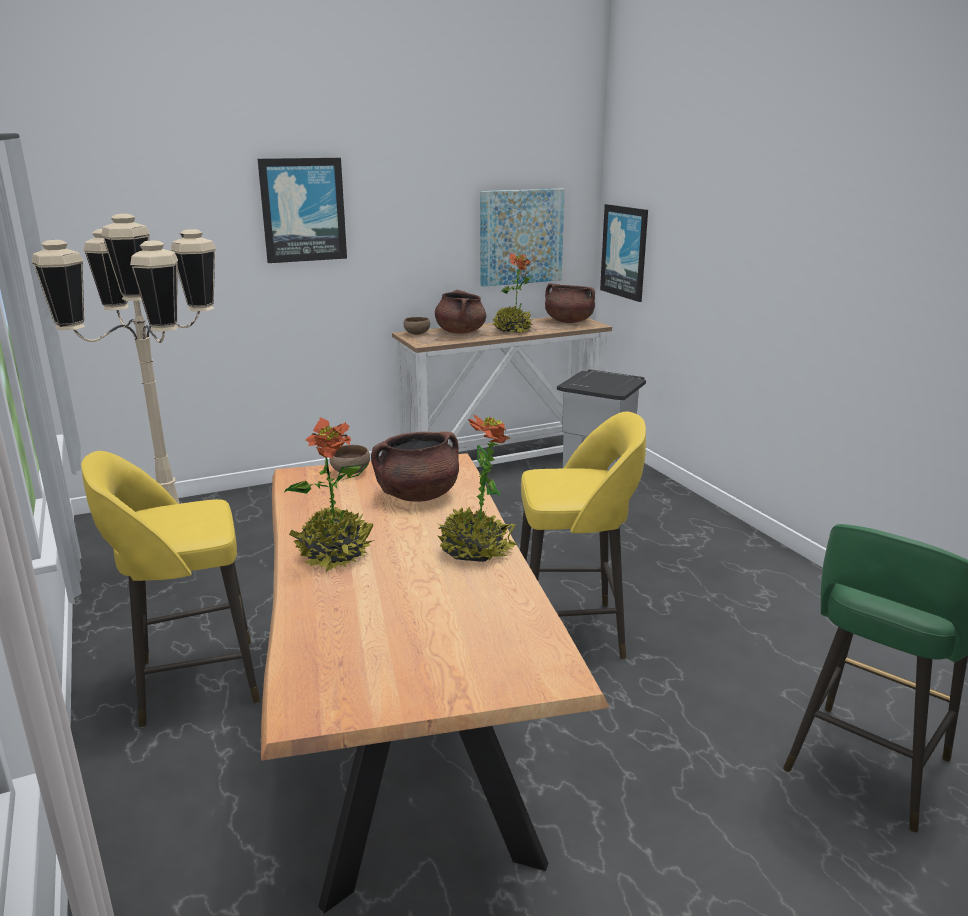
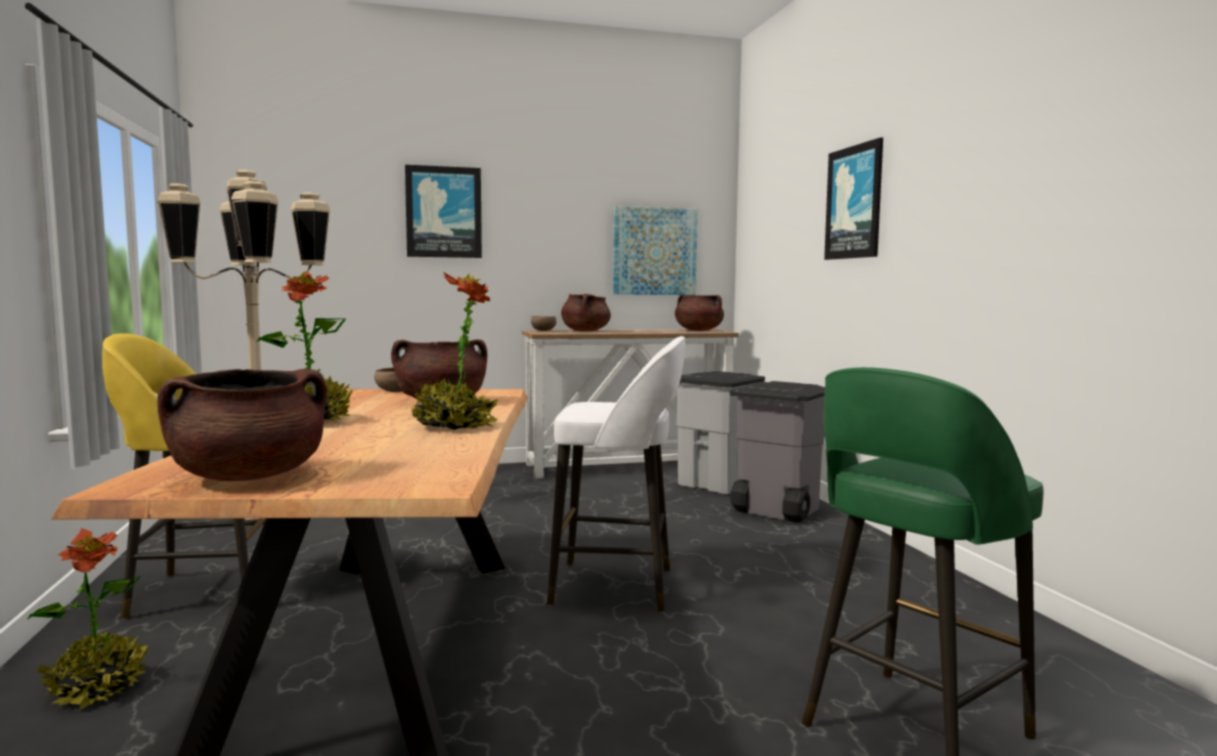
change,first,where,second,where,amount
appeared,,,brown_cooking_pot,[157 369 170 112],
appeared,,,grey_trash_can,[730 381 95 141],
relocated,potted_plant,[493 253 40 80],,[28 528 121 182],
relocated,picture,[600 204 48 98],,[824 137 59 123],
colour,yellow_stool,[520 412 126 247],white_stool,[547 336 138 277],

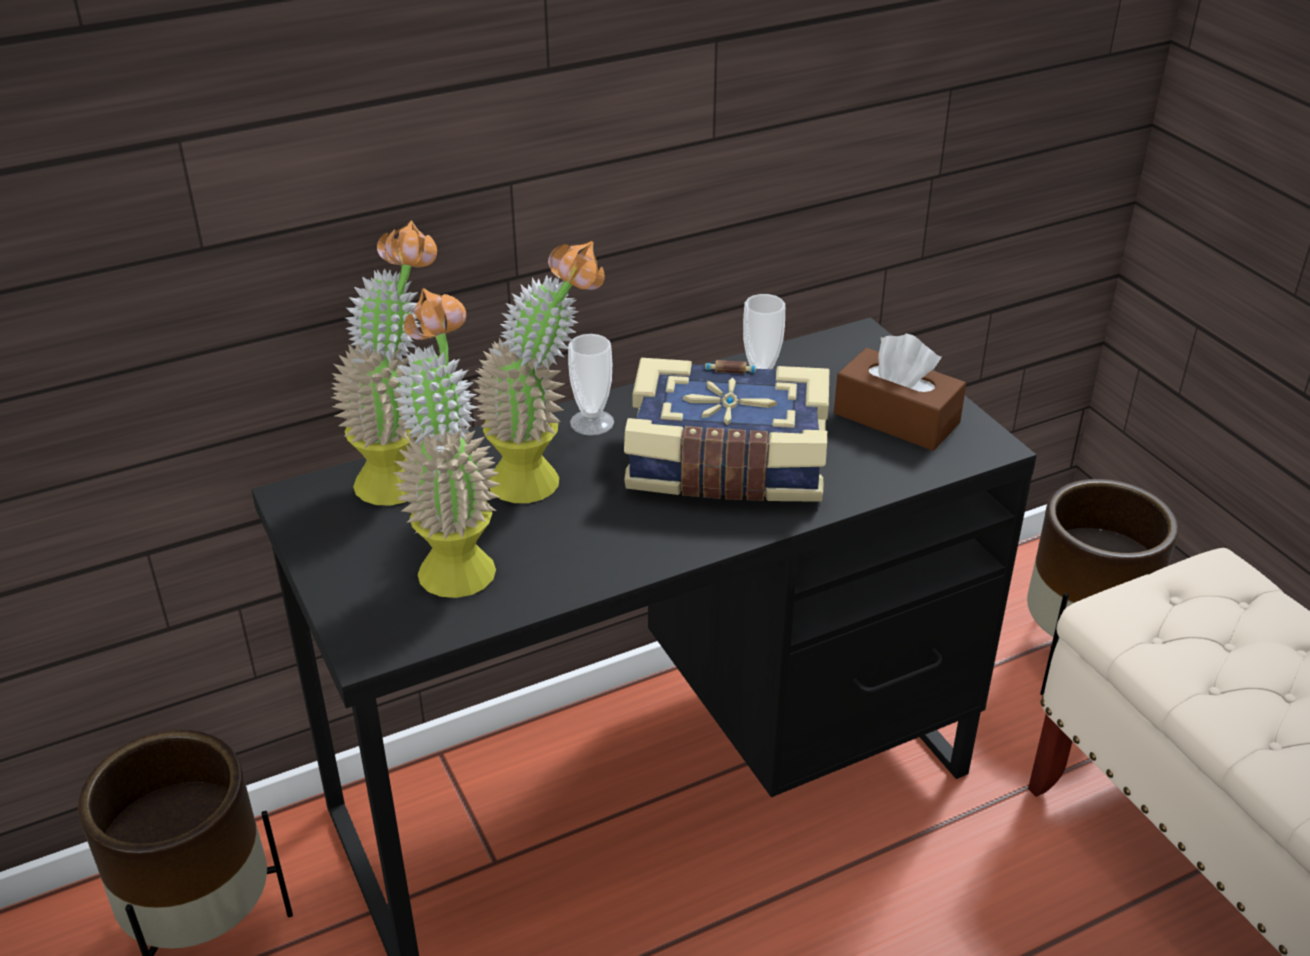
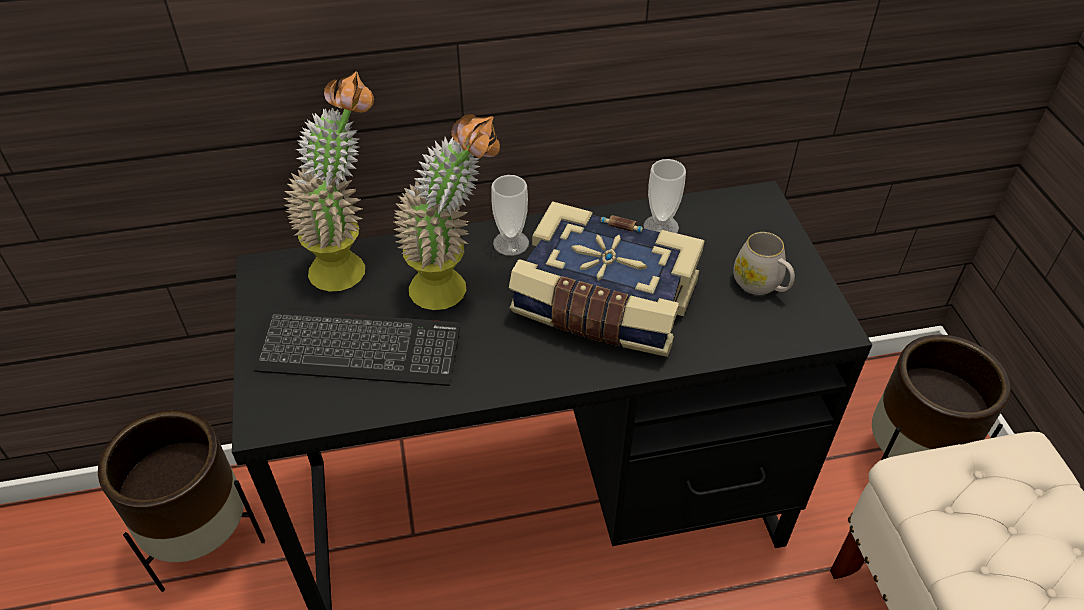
change,first,where,second,where,amount
exchanged,potted_plant,[393 288 108 310],keyboard,[254 310 206 76],
exchanged,brown_tissue_box,[834 333 132 118],white_mug,[733 232 62 63],

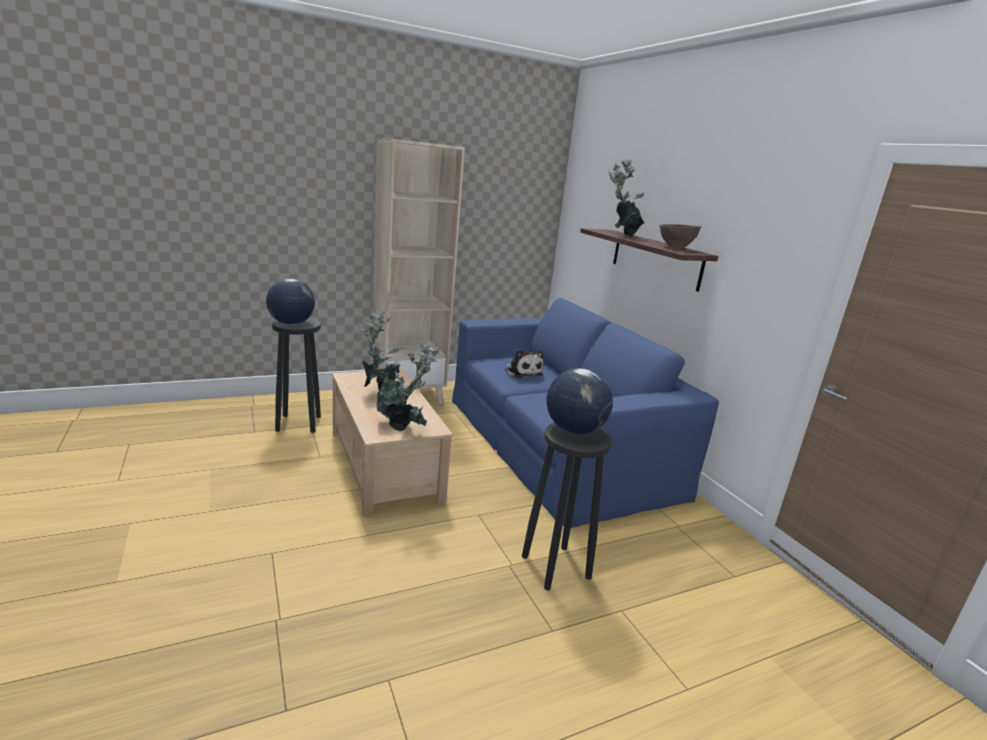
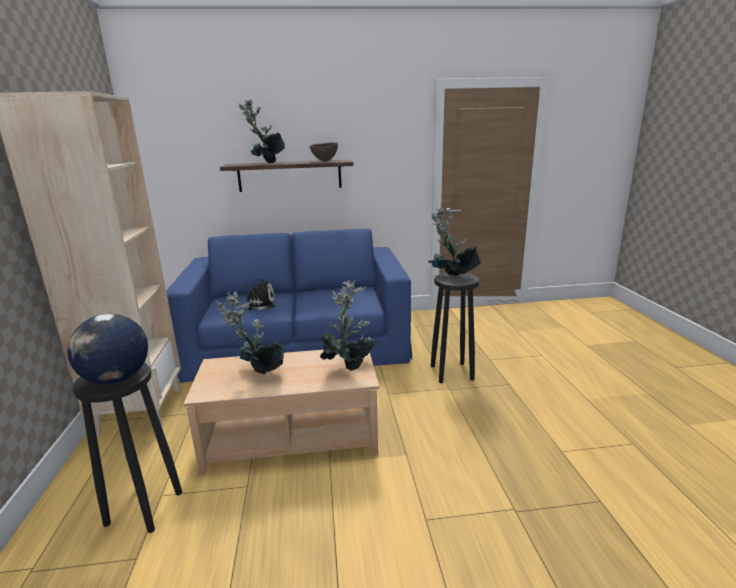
change,first,where,second,where,amount
exchanged,globe,[546 368 67 66],potted_plant,[429 206 52 70],

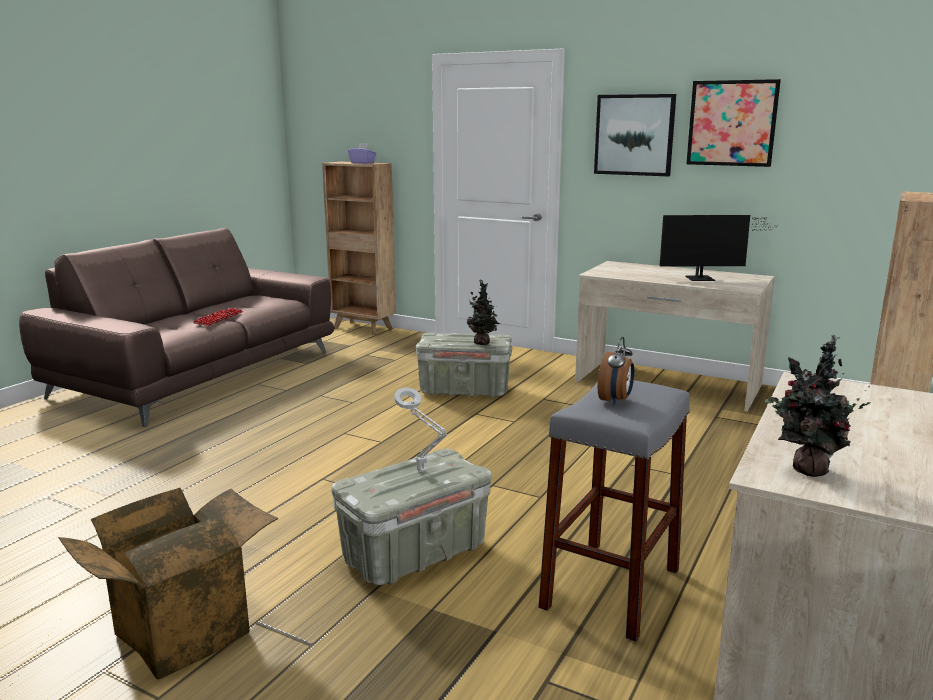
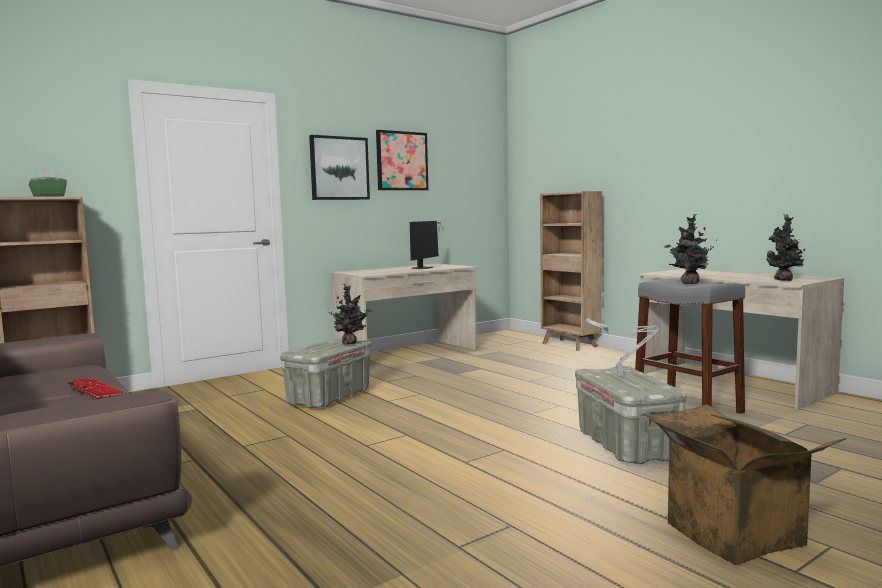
change,first,where,second,where,amount
exchanged,alarm_clock,[598 337 36 68],potted_plant,[664 214 50 70],
colour,purple_tissue_box,[348 143 28 21],green_tissue_box,[29 172 38 25],

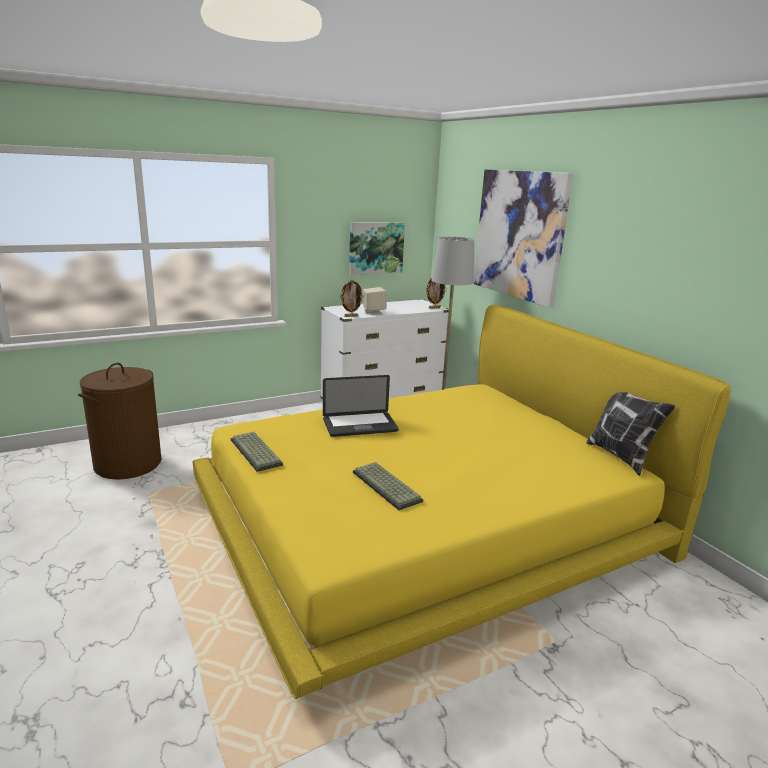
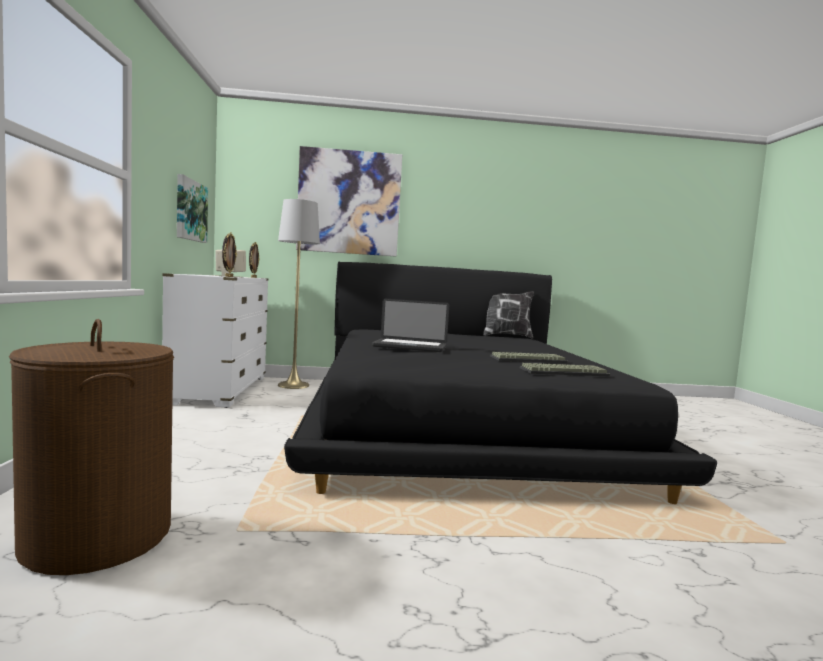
change,first,where,second,where,amount
relocated,keyboard,[231 432 52 40],,[520 363 90 14],
colour,yellow_bed,[193 305 538 394],black_bed,[284 262 433 242],
spun,laptop,[323 375 76 62],,[372 299 77 53],90 degrees clockwise

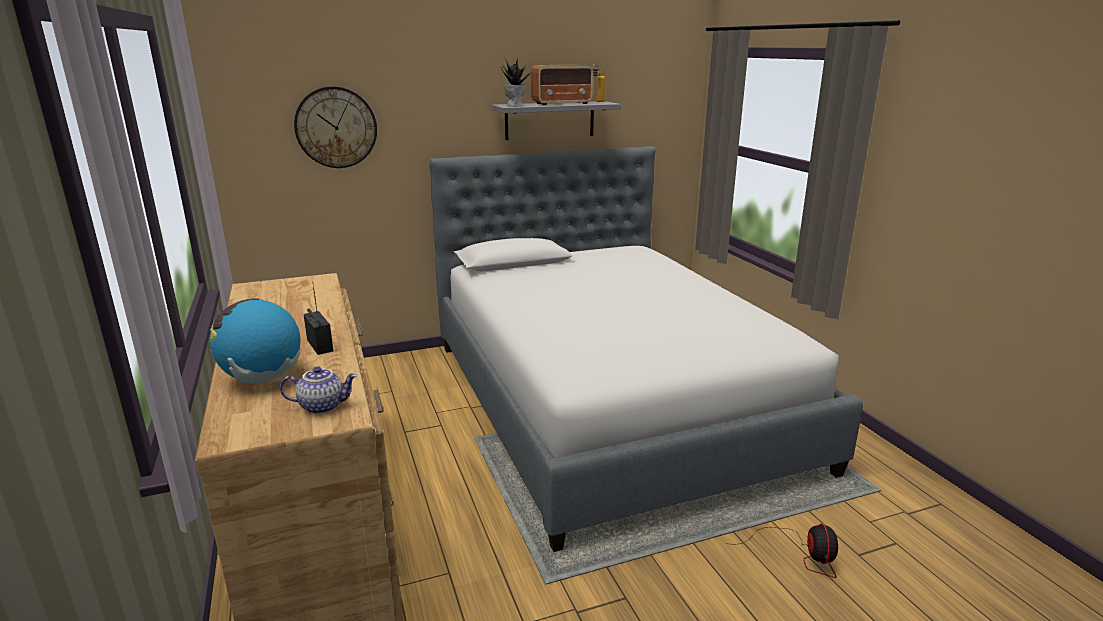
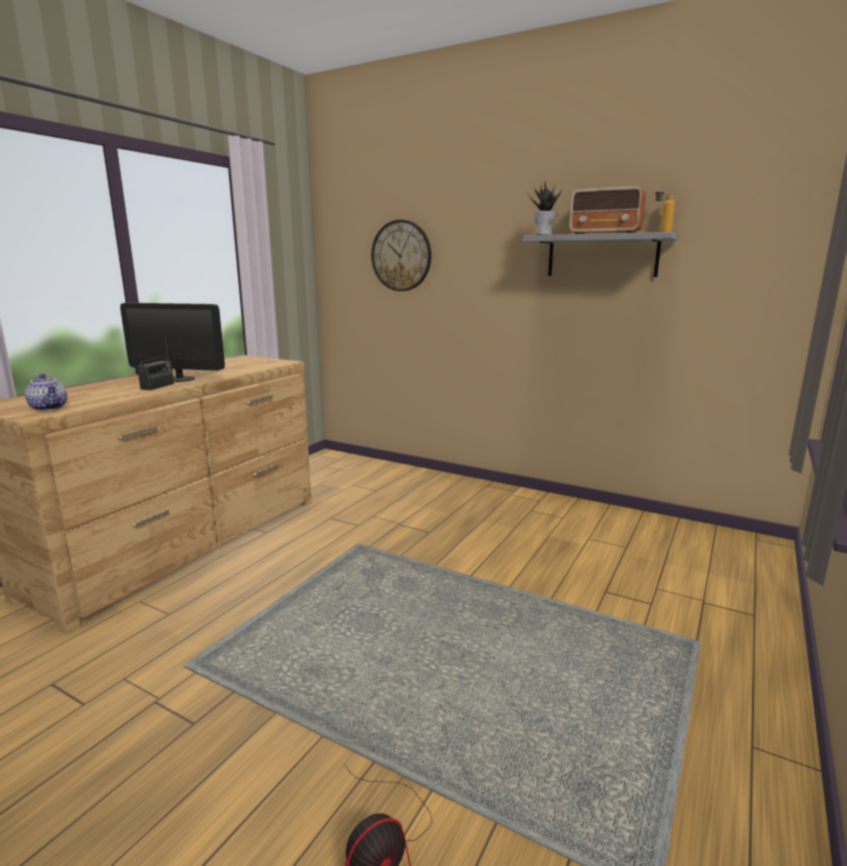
change,first,where,second,where,amount
missing,globe,[210 298 91 85],,,
missing,bed,[429 146 434 406],,,
appeared,,,monitor,[120 303 105 79],

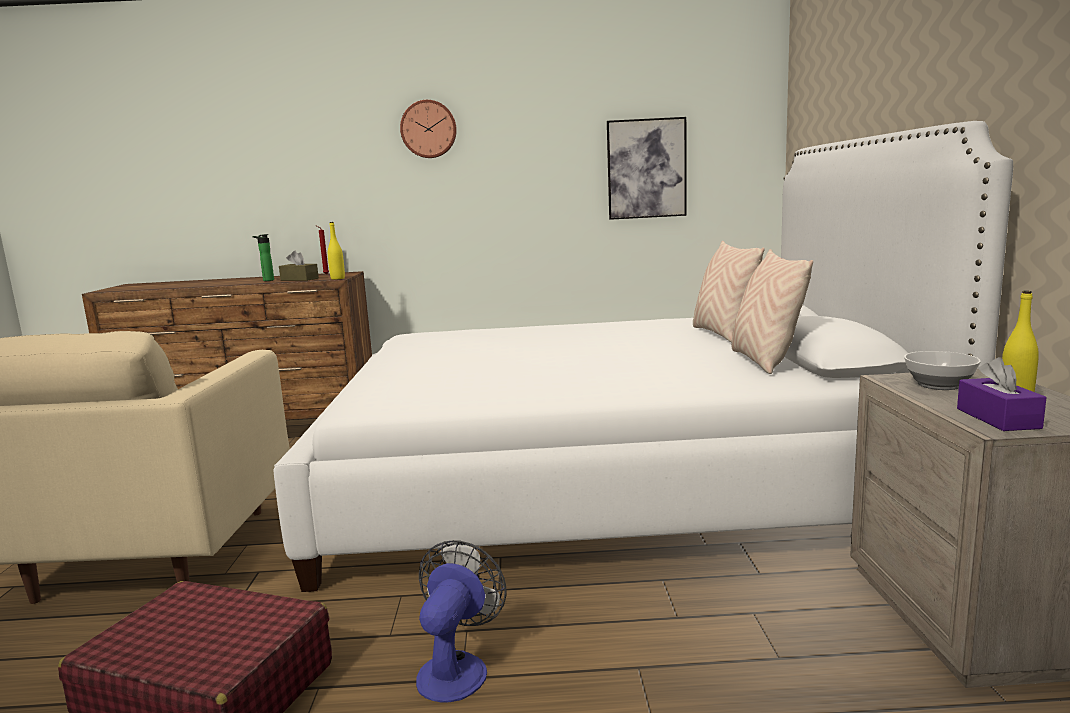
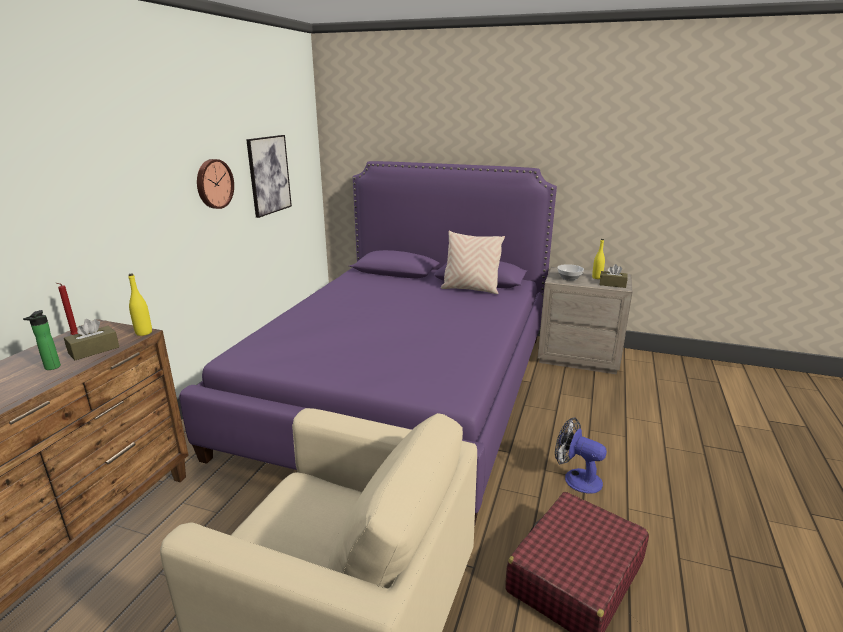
change,first,where,second,where,amount
missing,beige_pillow,[693 241 72 101],,,
relocated,wall_clock,[400 100 57 58],,[197 159 37 50],
colour,white_bed,[273 121 740 471],purple_bed,[179 161 378 366],
colour,purple_tissue_box,[957 357 90 74],brown_tissue_box,[599 264 29 24],

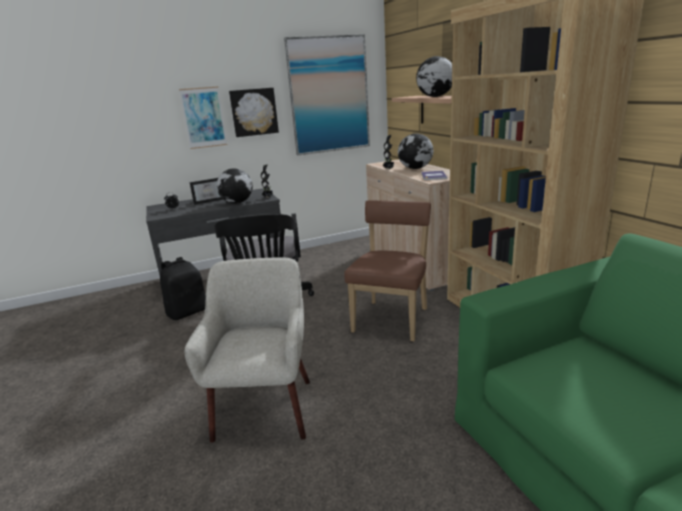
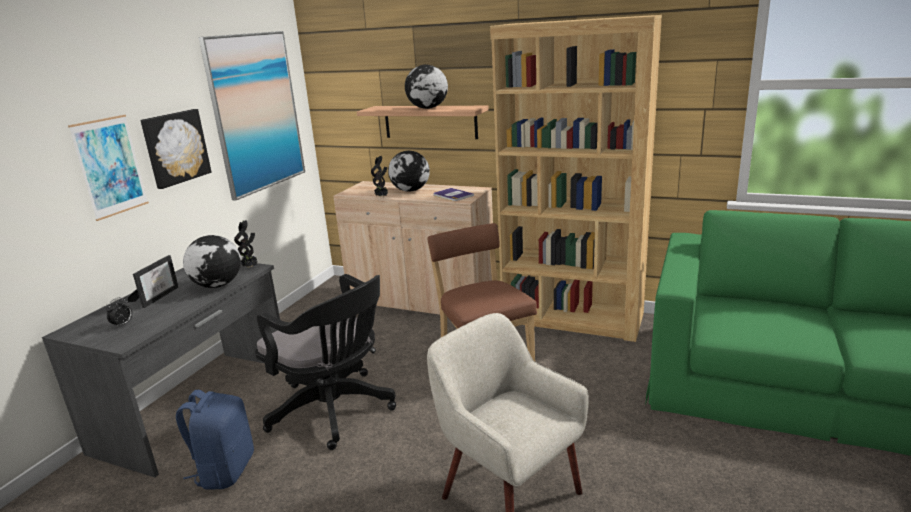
change,first,where,second,where,amount
colour,black_backpack,[160 257 46 63],blue_backpack,[176 390 78 100],

